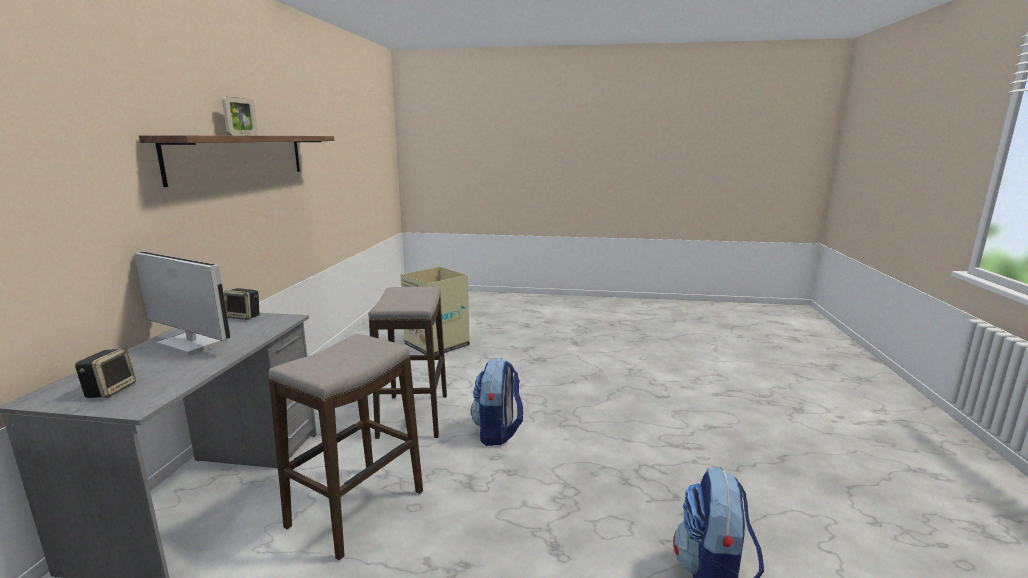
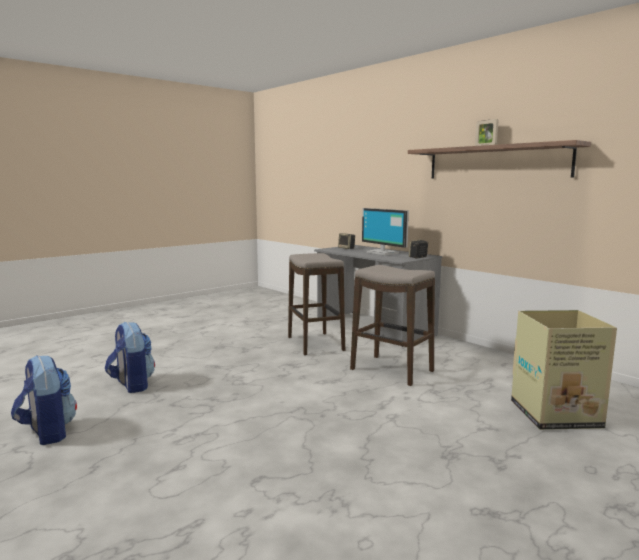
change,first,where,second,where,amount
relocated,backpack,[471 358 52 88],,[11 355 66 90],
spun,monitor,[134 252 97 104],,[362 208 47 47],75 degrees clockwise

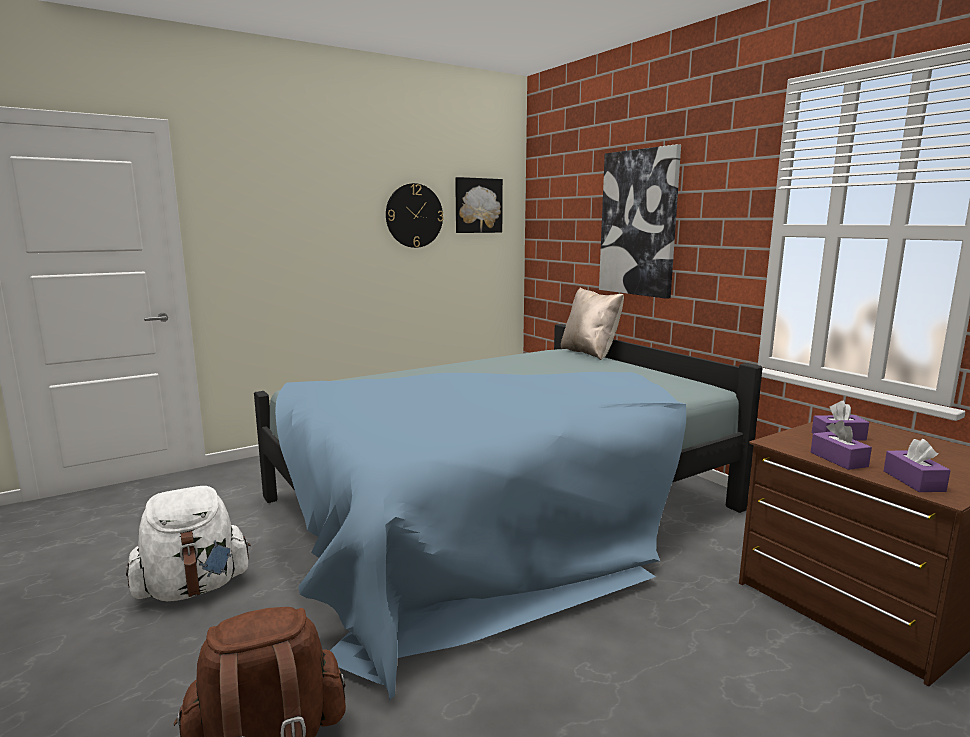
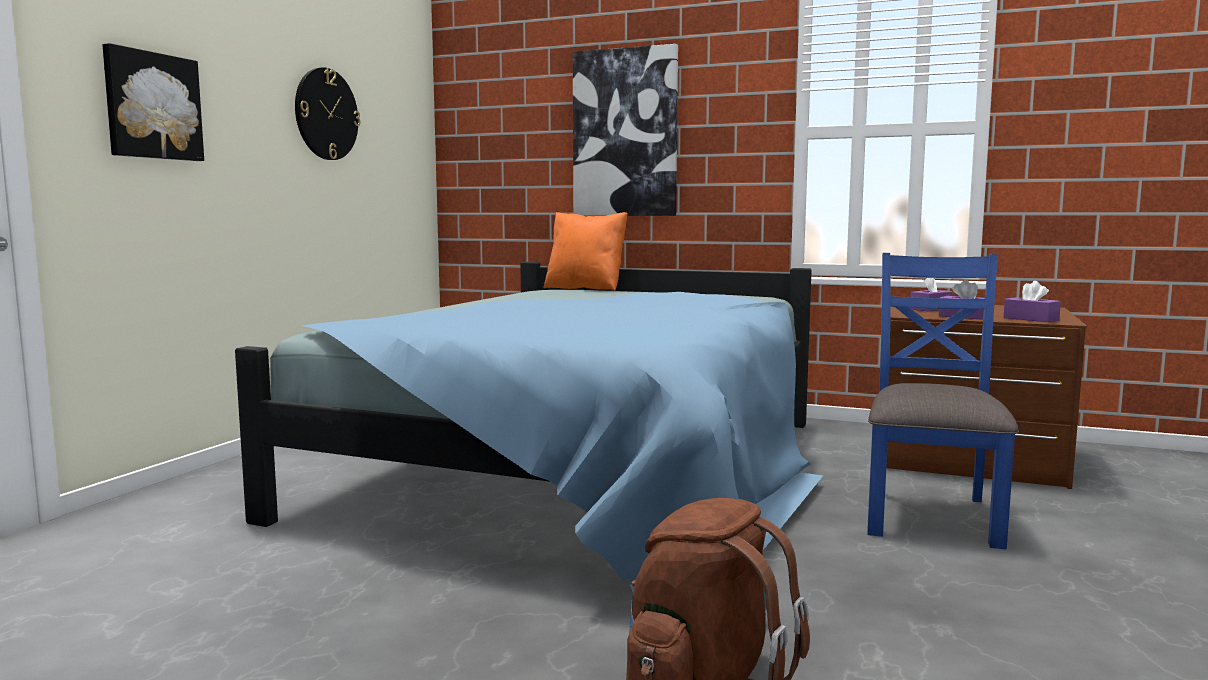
change,first,where,second,where,amount
missing,white_backpack,[126 486 125 115],,,
appeared,,,blue_chair,[867 253 152 296],
relocated,picture,[455 177 48 56],,[102 43 102 118],
colour,beige_pillow,[561 288 63 72],orange_pillow,[544 212 84 79],

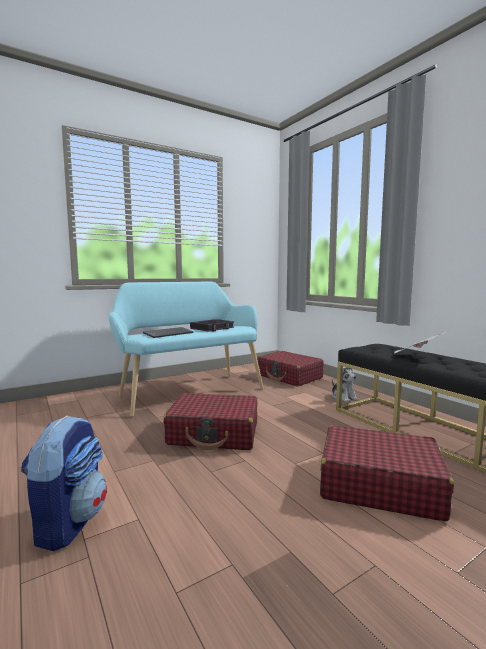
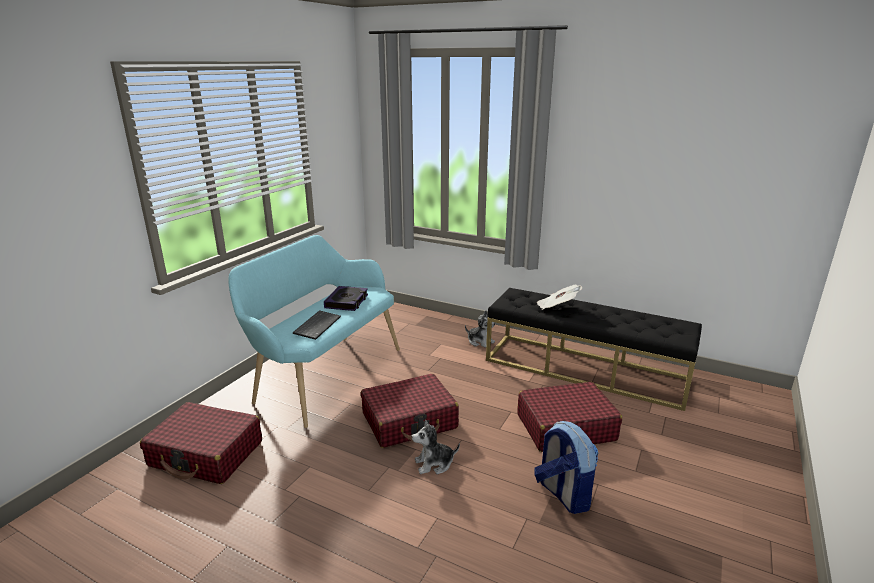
change,first,where,second,where,amount
appeared,,,plush_toy,[412 419 48 56],
relocated,backpack,[21 416 86 135],,[534 421 64 93],
relocated,red_suitcase,[257 351 67 36],,[140 402 122 82],

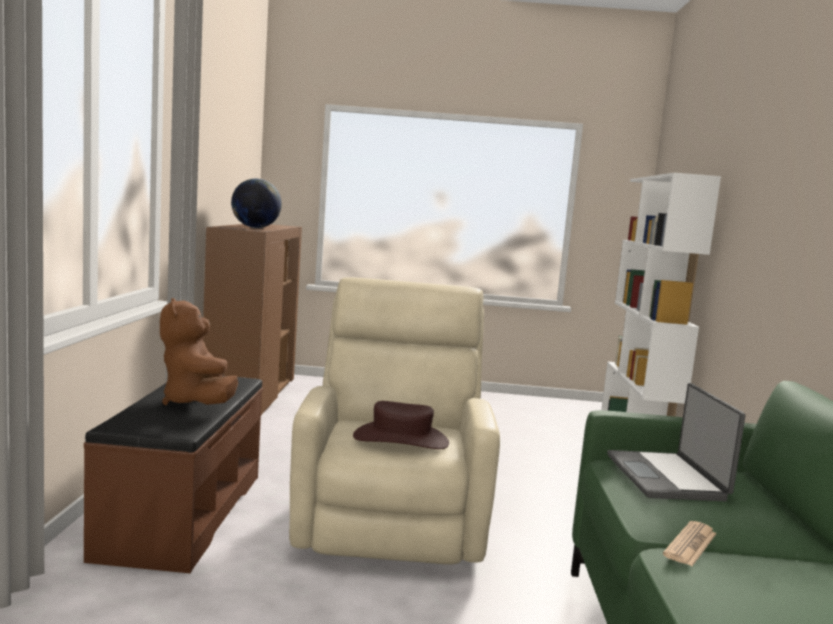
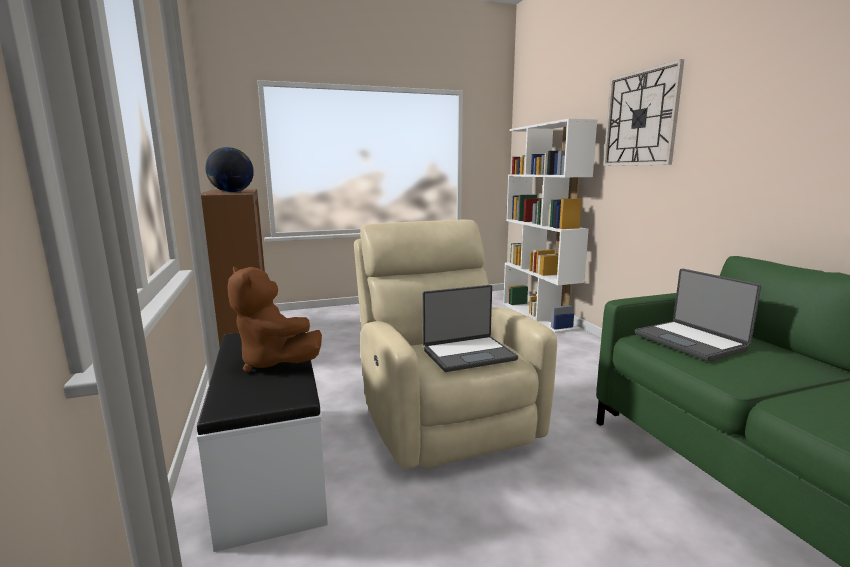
change,first,where,second,where,amount
missing,newspaper,[663 521 54 45],,,
appeared,,,wall_clock,[603 59 81 107],
exchanged,brown_hat,[353 401 96 48],laptop,[422 285 96 87],
colour,brown_bench,[84 377 179 196],white_bench,[196 332 132 220],

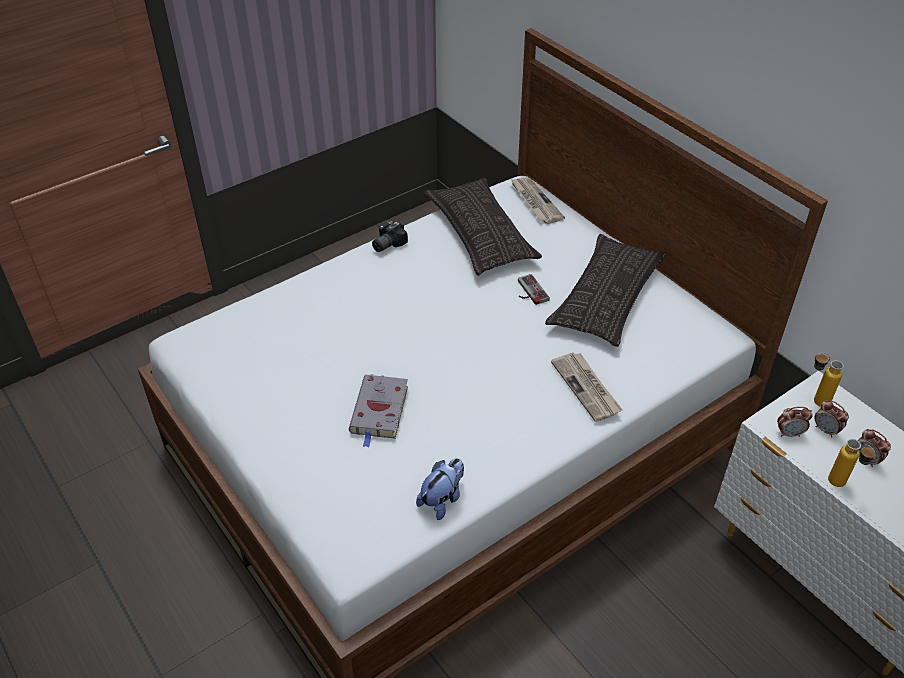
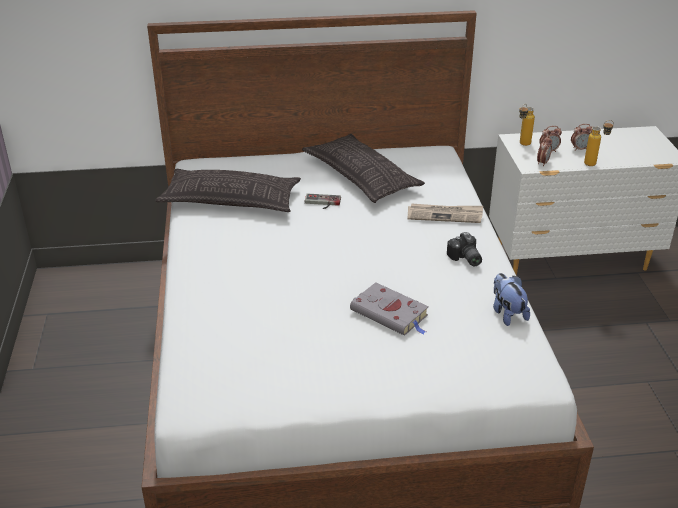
change,first,where,second,where,amount
missing,newspaper,[510 177 55 47],,,
relocated,photo_camera,[372 220 36 32],,[447 232 35 35],

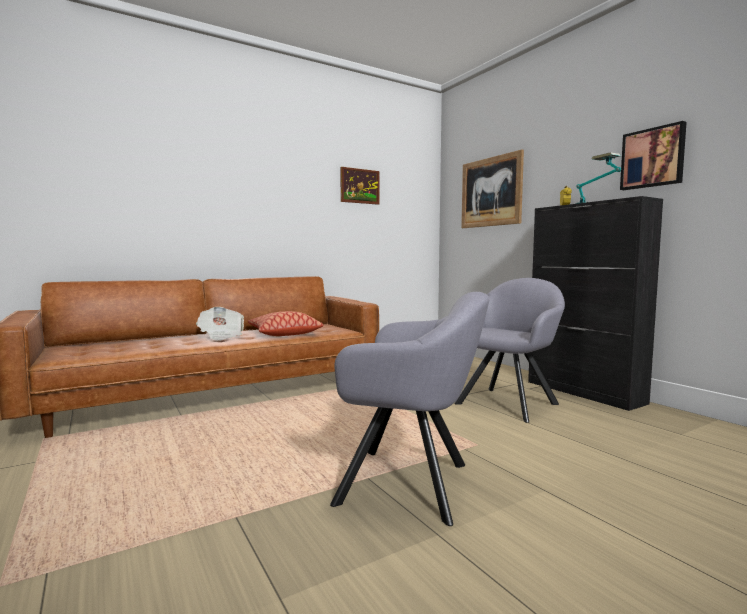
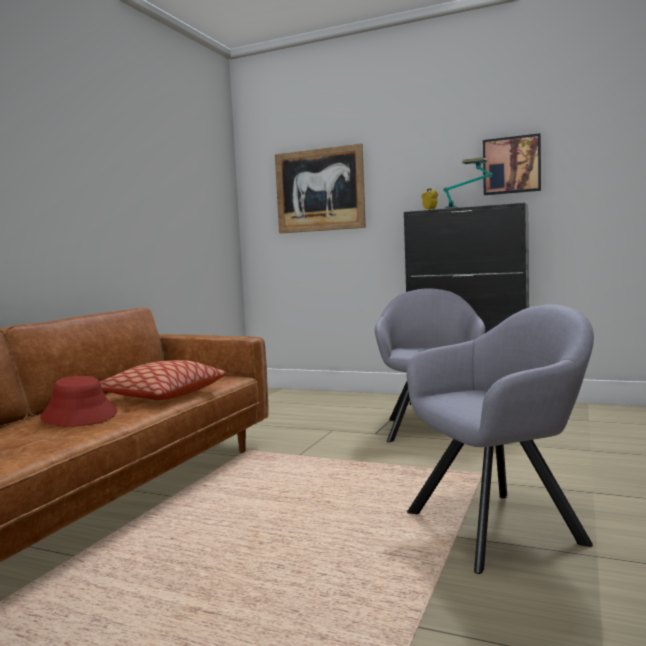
change,first,where,second,where,amount
missing,picture,[340 167 40 38],,,
exchanged,newspaper,[196 307 48 34],red_hat,[40 376 77 51],

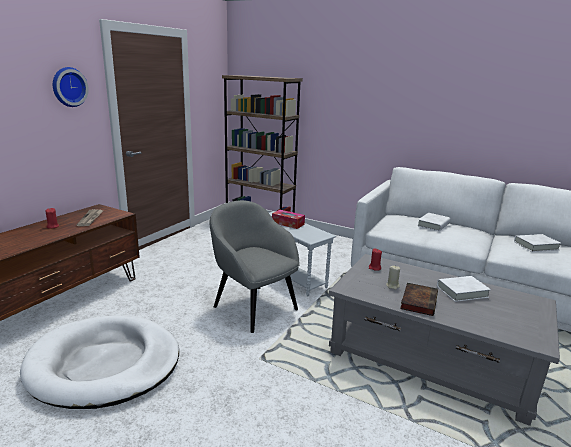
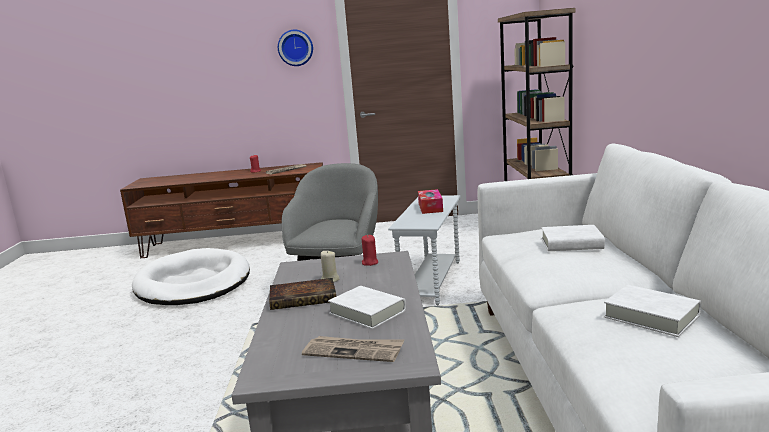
change,first,where,second,where,amount
appeared,,,newspaper,[302 336 103 26],

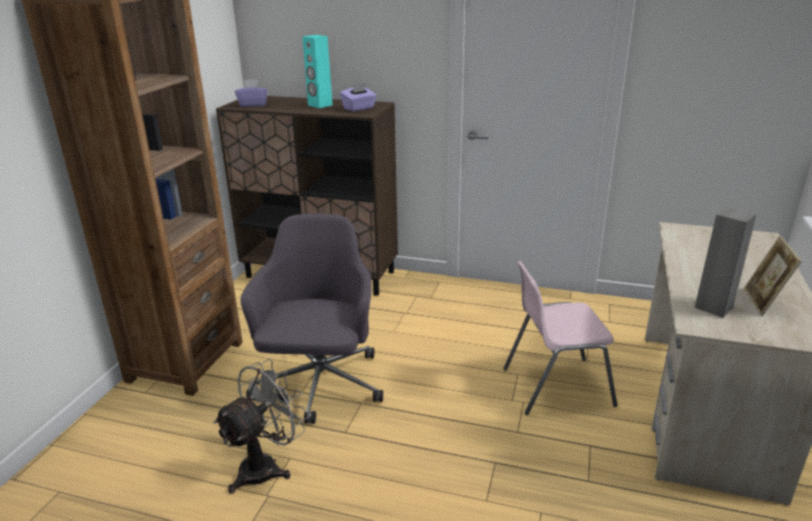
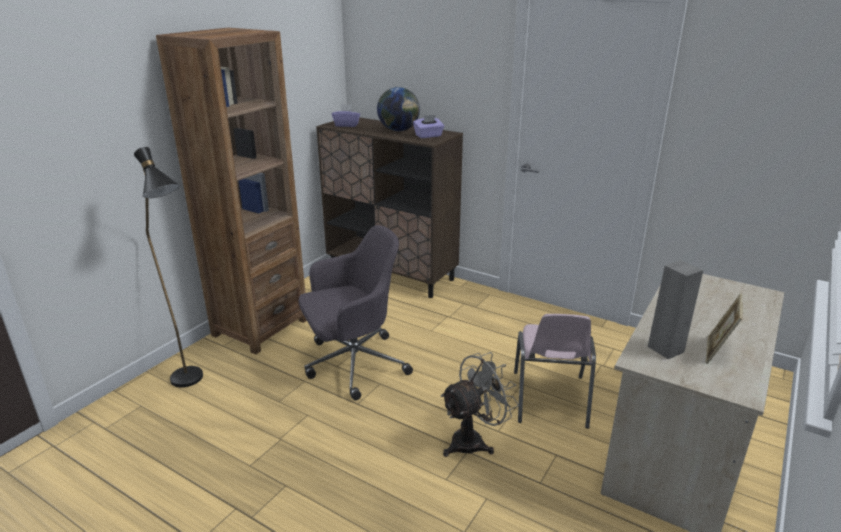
change,first,where,second,where,amount
appeared,,,black_floor_lamp,[134 147 69 241],
relocated,grey_fan,[213 359 96 135],,[440 352 79 105],
exchanged,turquoise_speaker,[302 35 31 73],globe,[377 87 43 44],
spun,grey_office_chair,[240 214 143 210],,[299 225 114 175],45 degrees clockwise
spun,pink_chair,[503 261 115 154],,[514 314 82 115],90 degrees counterclockwise

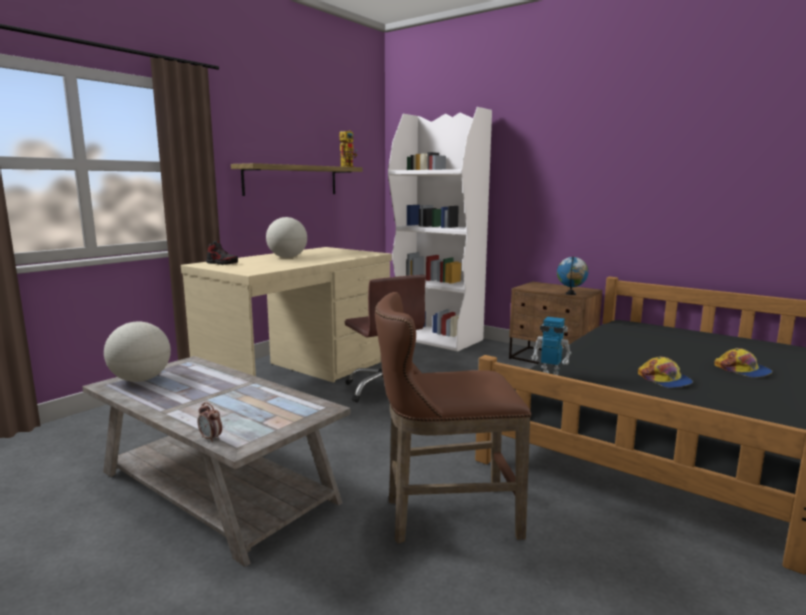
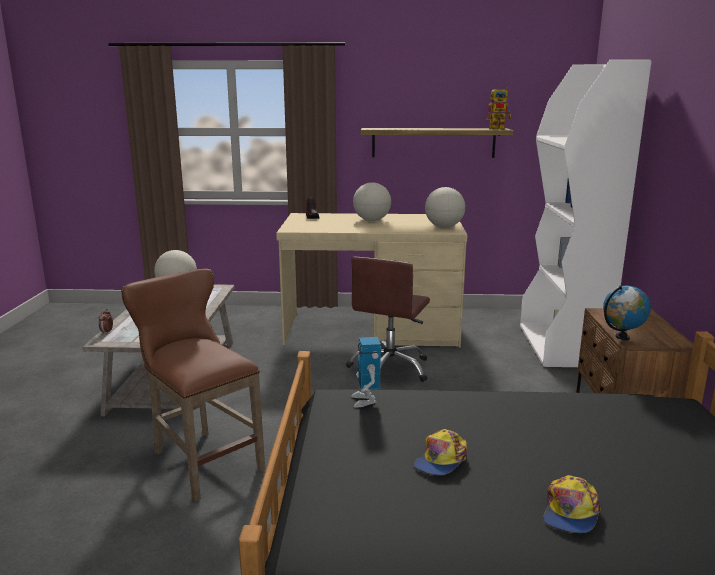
change,first,where,second,where,amount
appeared,,,globe,[425 187 40 41],

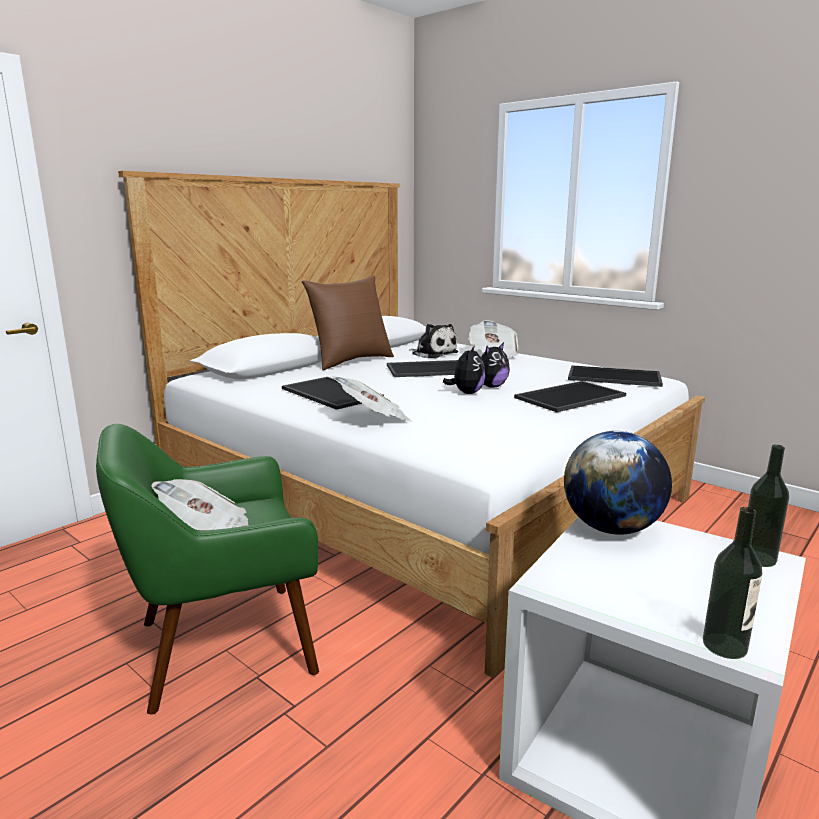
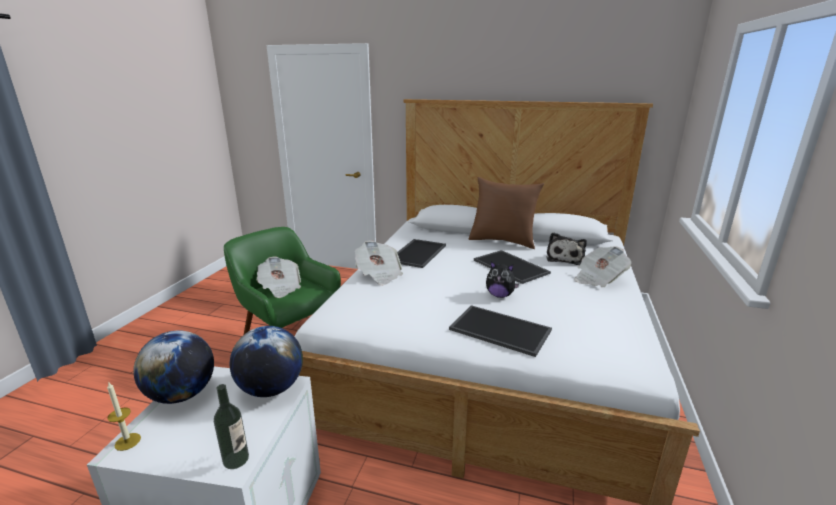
change,first,where,second,where,amount
missing,plush_toy,[443 345 42 49],,,
missing,tray,[568 365 95 22],,,
appeared,,,globe,[133 330 81 74],
exchanged,bottle,[703 507 60 152],candle,[107 383 34 68],

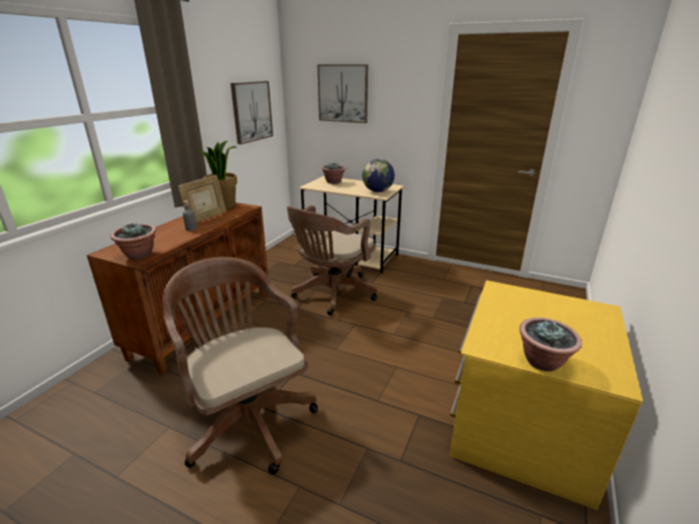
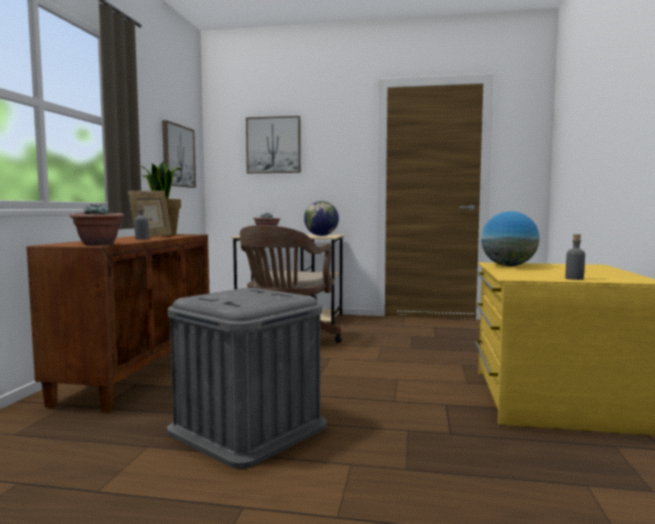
change,first,where,second,where,amount
appeared,,,globe,[481 211 58 55],
exchanged,brown_office_chair,[163 257 155 218],grey_storage_box,[167 288 159 181],
exchanged,potted_plant,[519 317 63 54],grey_bottle,[565 234 20 46],

